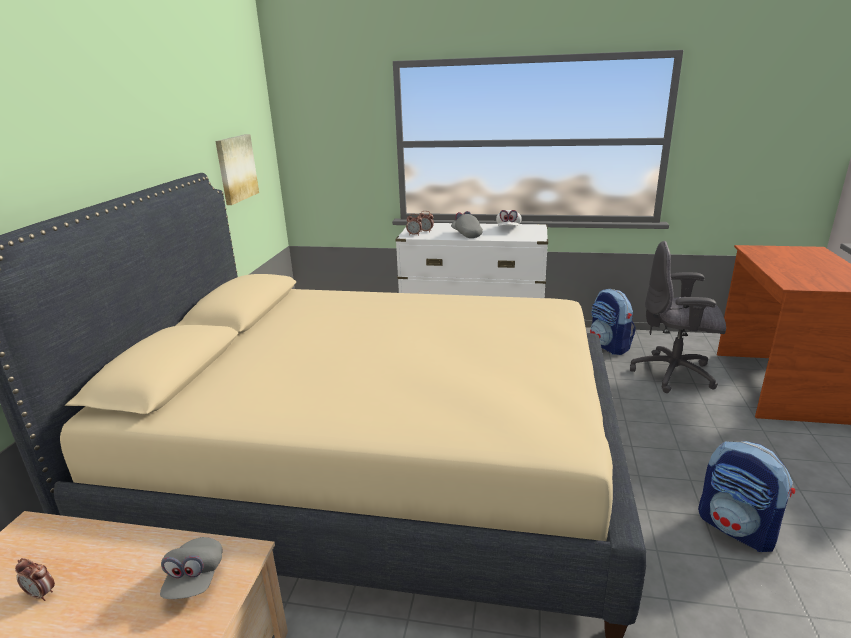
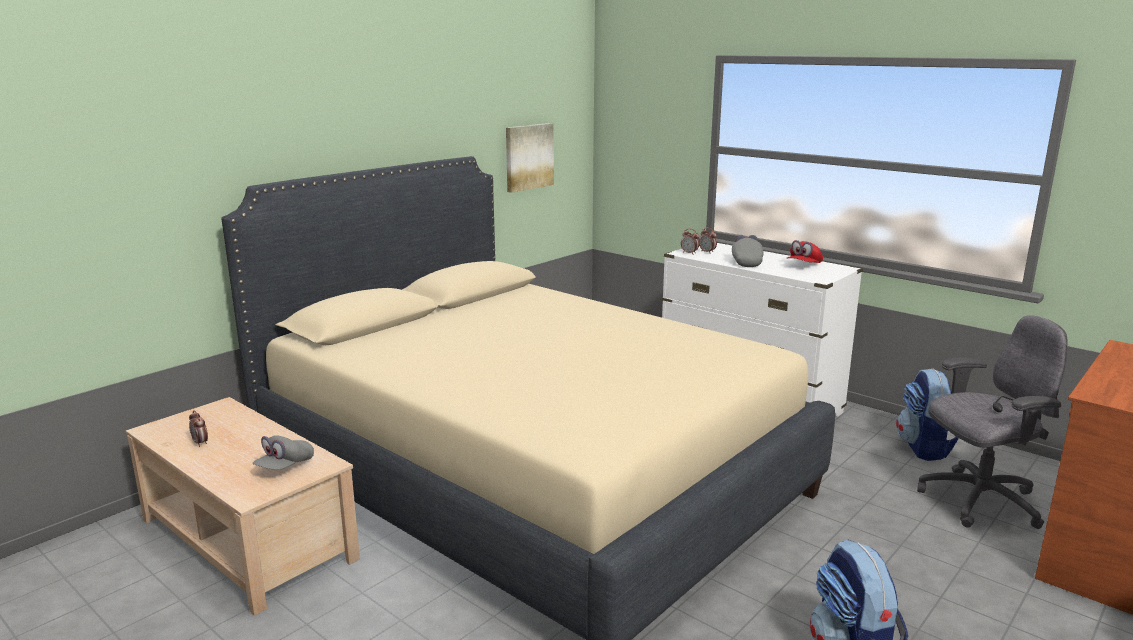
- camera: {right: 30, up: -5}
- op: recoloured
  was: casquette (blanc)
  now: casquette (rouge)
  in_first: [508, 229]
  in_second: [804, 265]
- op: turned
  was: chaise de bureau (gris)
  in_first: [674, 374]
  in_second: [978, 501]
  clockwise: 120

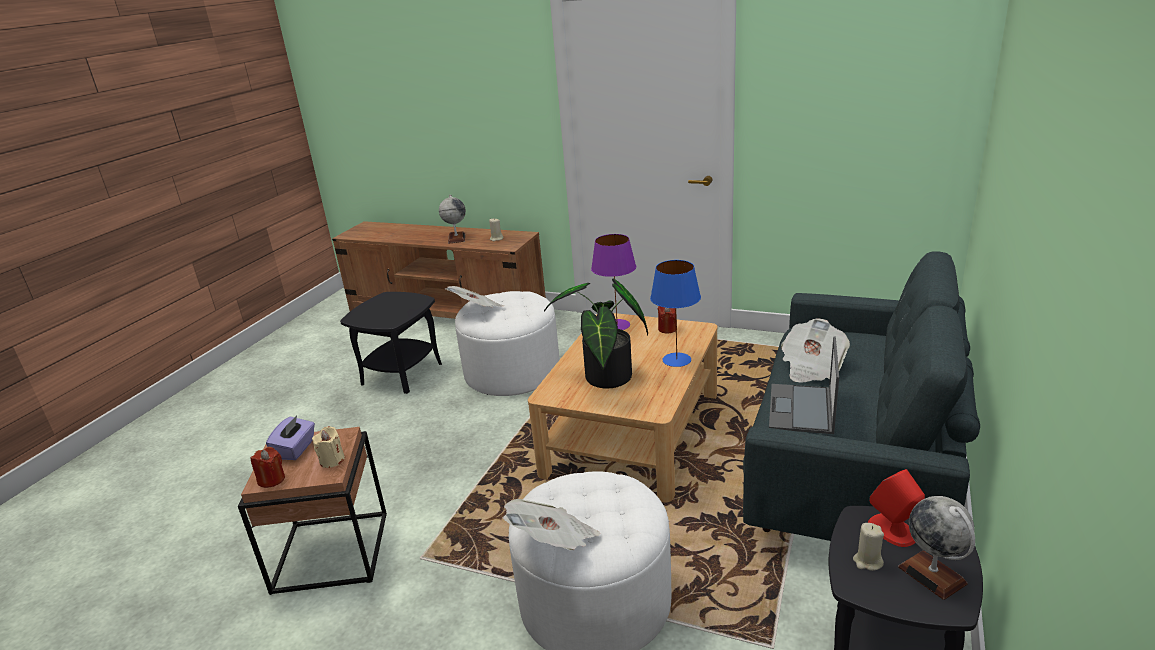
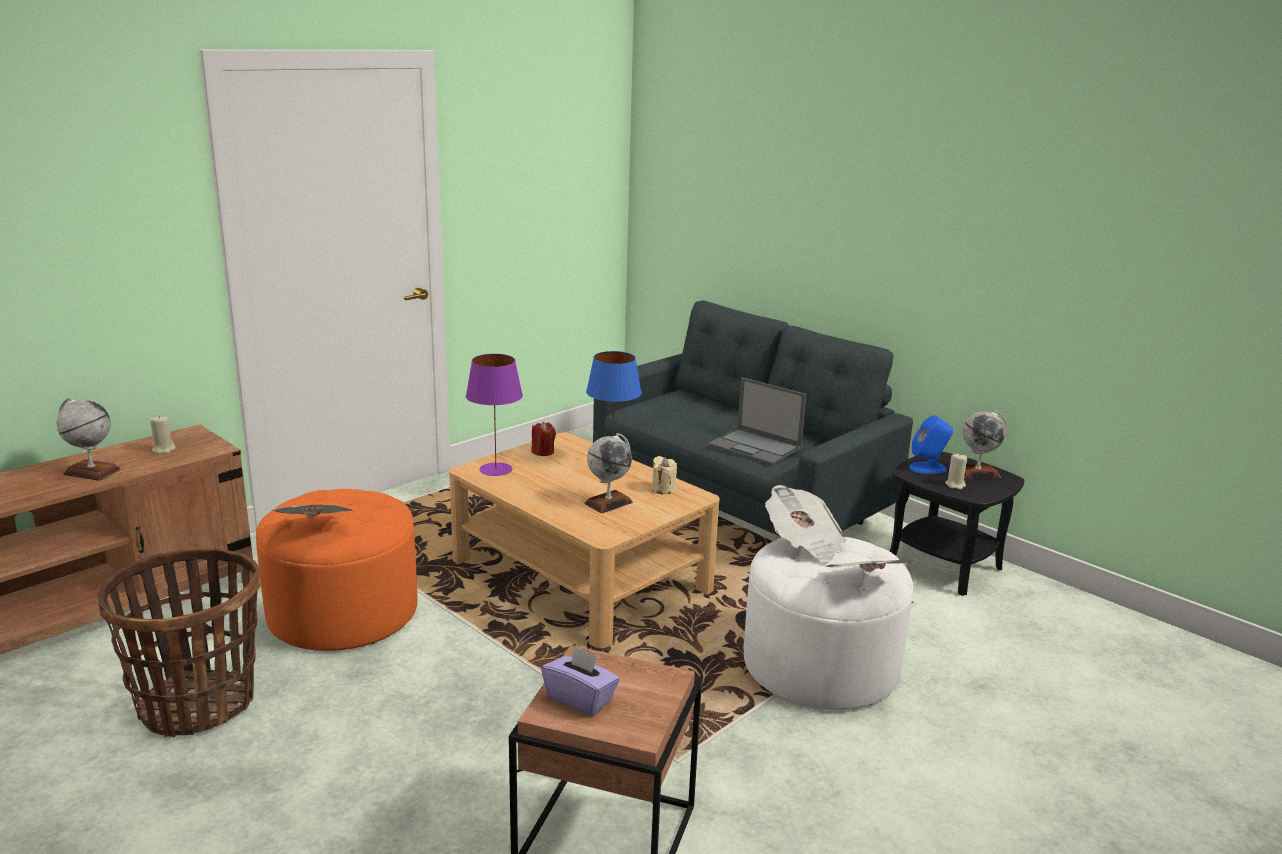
- camera: {right: -70, up: -5}
- op: removed
  was: bougie (rouge)
  in_first: [272, 480]
- op: moved
  was: bougie (beige)
  in_first: [332, 460]
  in_second: [663, 489]
- op: moved
  was: journal
  in_first: [811, 367]
  in_second: [804, 543]
- op: replaced
  was: table d'appoint (noir)
  now: panier
  in_first: [402, 374]
  in_second: [197, 704]
- op: replaced
  was: plante en pot
  now: globe
  in_first: [605, 380]
  in_second: [608, 503]
- op: recoloured
  was: pouf (blanc)
  now: pouf (orange)
  in_first: [512, 372]
  in_second: [343, 612]
- op: recoloured
  was: enceinte (rouge)
  now: enceinte (bleu)
  in_first: [893, 530]
  in_second: [928, 468]

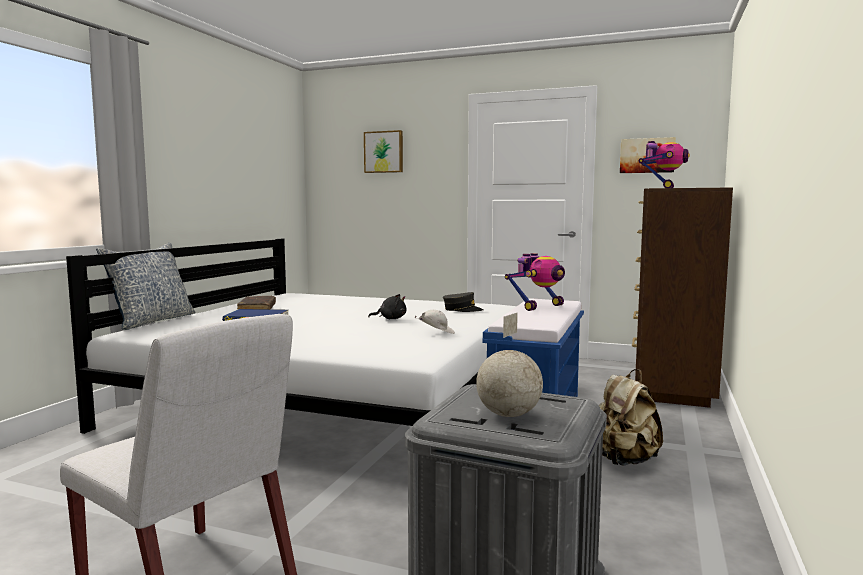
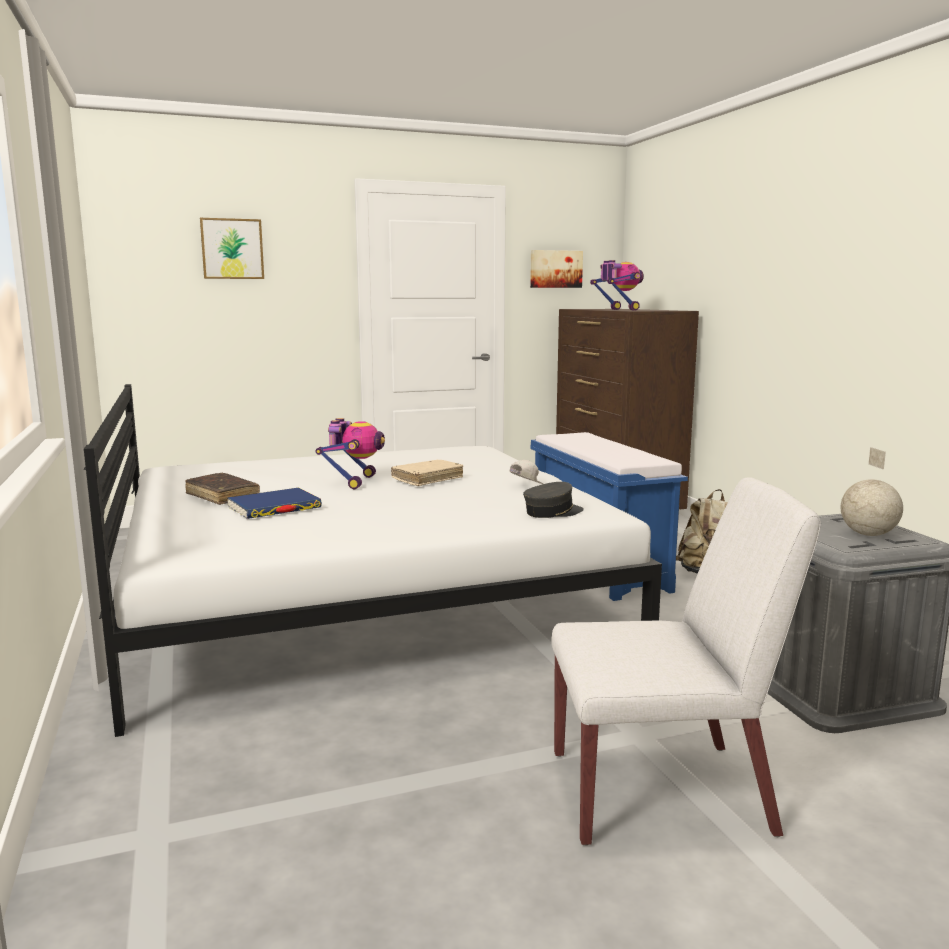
- camera: {right: -40, up: 5}
- op: removed
  was: coussin
  in_first: [152, 321]
- op: moved
  was: casquette (gris)
  in_first: [462, 309]
  in_second: [552, 512]
- op: moved
  was: robot jouet
  in_first: [538, 307]
  in_second: [354, 482]
- op: replaced
  was: peluche (noir)
  now: livre (beige)
  in_first: [390, 319]
  in_second: [427, 479]

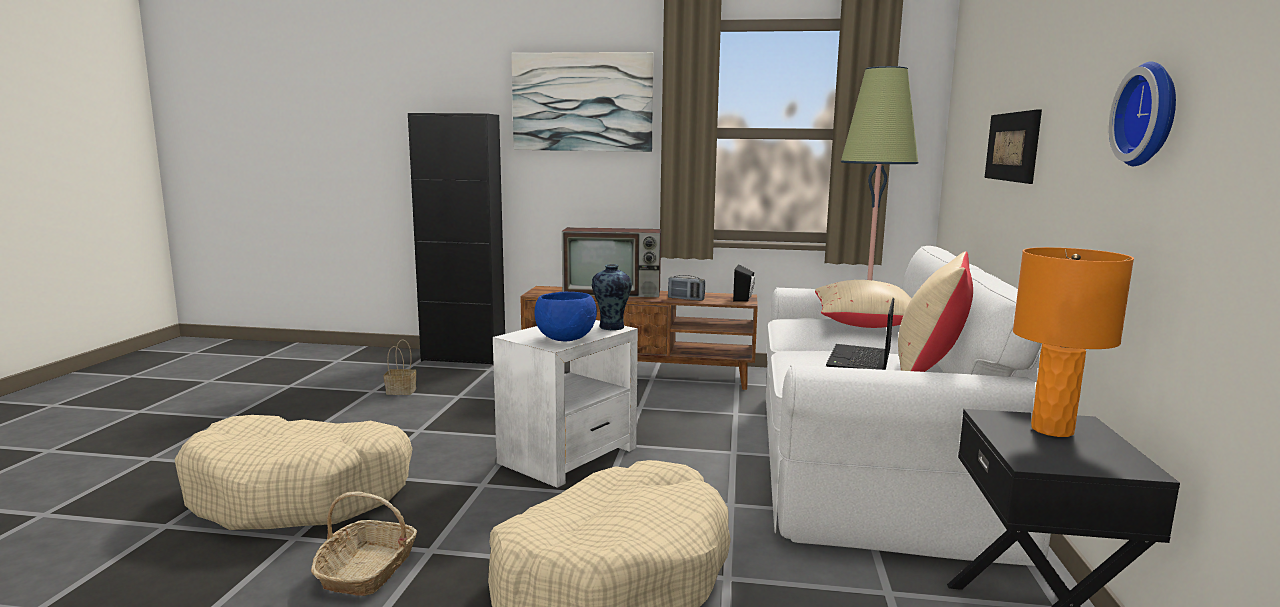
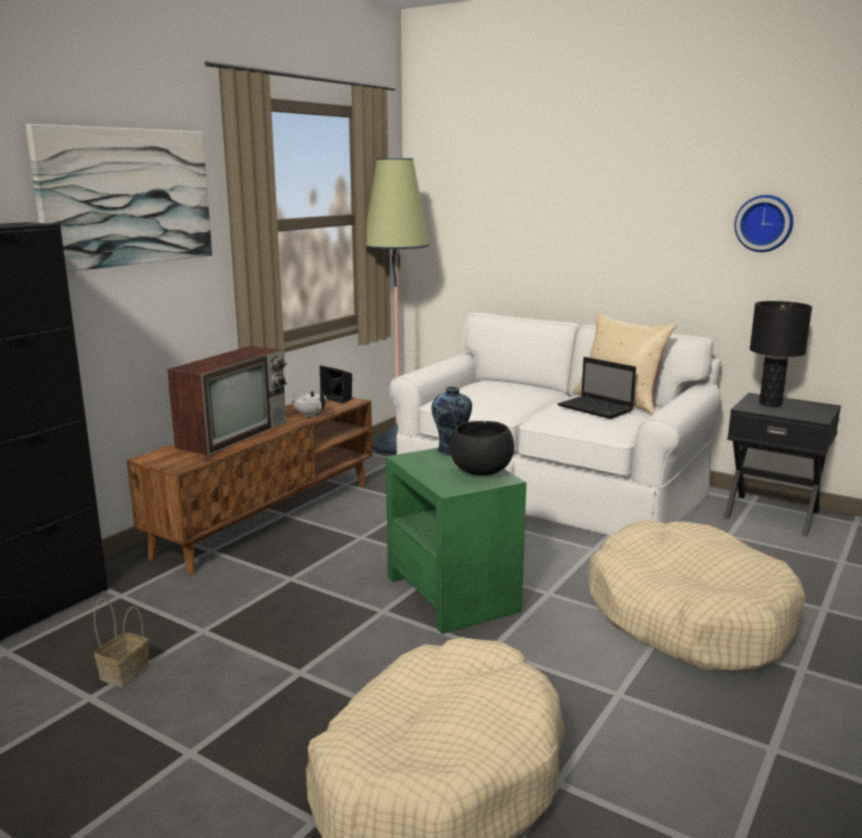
- camera: {right: -65, up: 5}
- op: removed
  was: panier
  in_first: [367, 570]
- op: removed
  was: coussin (beige)
  in_first: [866, 325]
- op: removed
  was: tableau
  in_first: [1012, 146]
- op: replaced
  was: radio
  now: théière (blanc)
  in_first: [686, 299]
  in_second: [309, 415]
- op: recoloured
  was: table d'appoint (blanc)
  now: table d'appoint (vert)
  in_first: [569, 455]
  in_second: [452, 593]
- op: recoloured
  was: bol (bleu)
  now: bol (noir)
  in_first: [566, 339]
  in_second: [481, 472]
- op: recoloured
  was: lampe de table (orange)
  now: lampe de table (noir)
  in_first: [1051, 429]
  in_second: [770, 404]

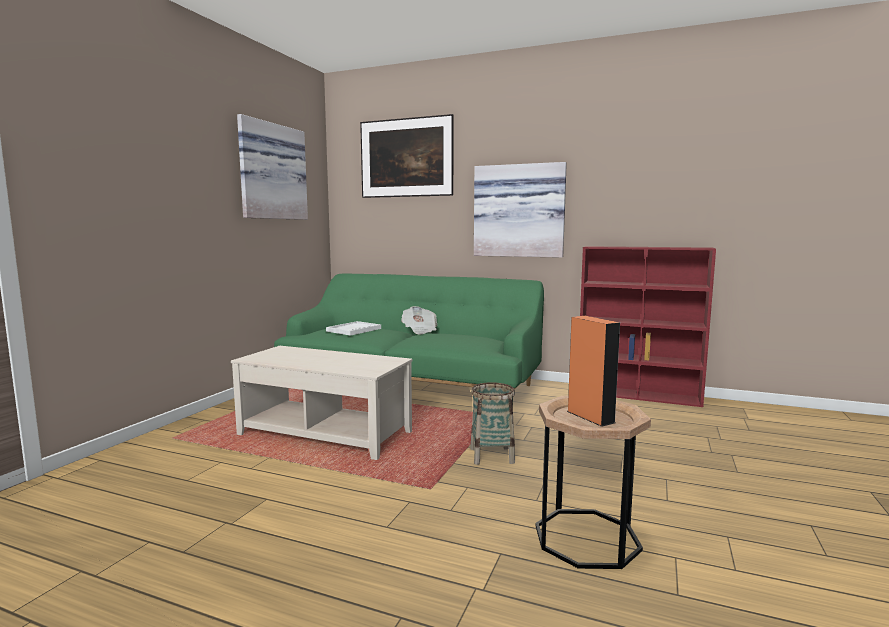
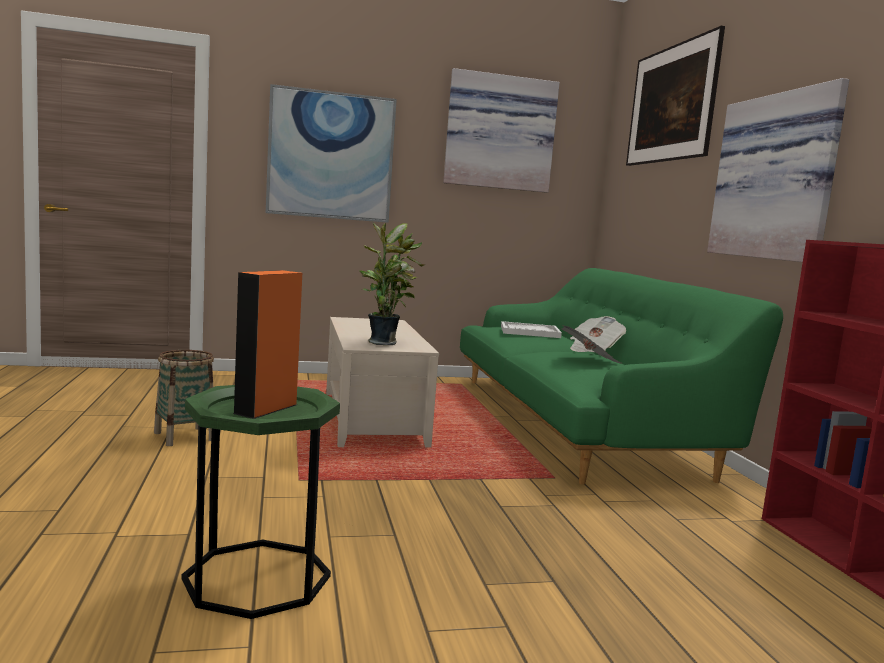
- camera: {right: 55, up: 0}
- op: added
  now: tableau
  in_second: [331, 156]
- op: added
  now: plante en pot
  in_second: [384, 343]
- op: added
  now: journal
  in_second: [589, 361]
- op: moved
  was: panier
  in_first: [492, 455]
  in_second: [184, 436]
- op: recoloured
  was: table d'appoint (marron)
  now: table d'appoint (vert)
  in_first: [586, 538]
  in_second: [257, 577]

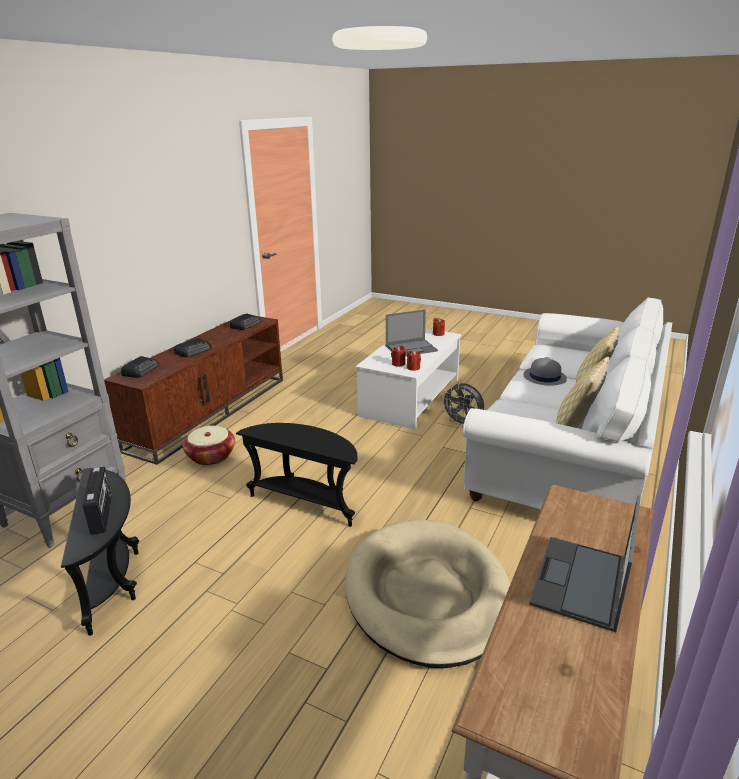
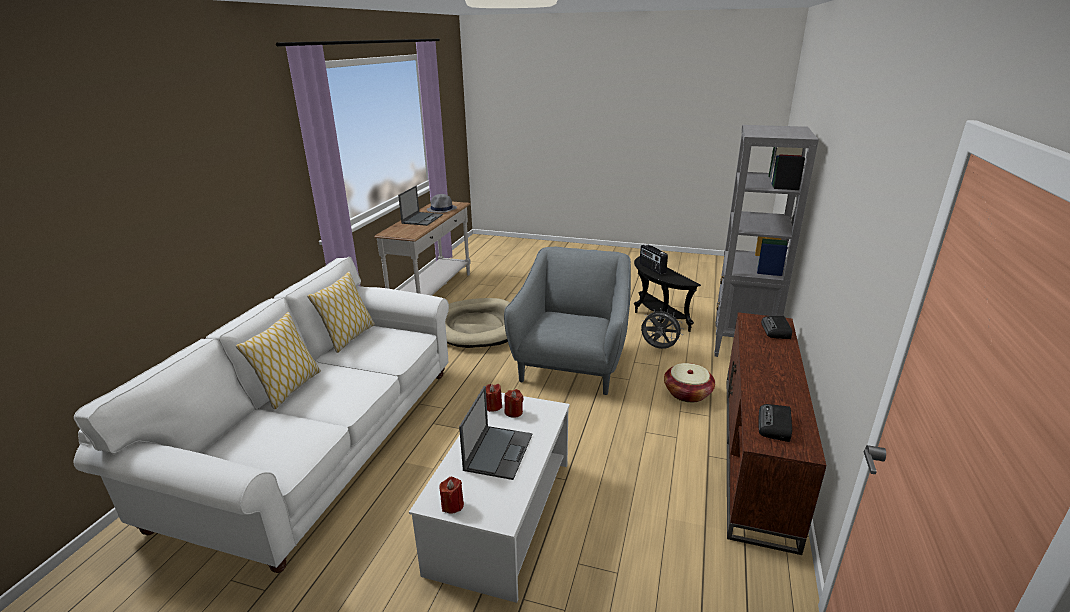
- camera: {right: 170, up: 0}
- op: removed
  was: radio
  in_first: [193, 351]
- op: moved
  was: ventilateur (gris)
  in_first: [462, 423]
  in_second: [658, 348]
- op: moved
  was: chapeau (gris)
  in_first: [544, 377]
  in_second: [442, 209]
- op: replaced
  was: table d'appoint (noir)
  now: fauteuil (gris)
  in_first: [306, 502]
  in_second: [572, 364]
- op: turned
  was: ordinateur portable
  in_first: [411, 348]
  in_second: [498, 451]
  clockwise: 135

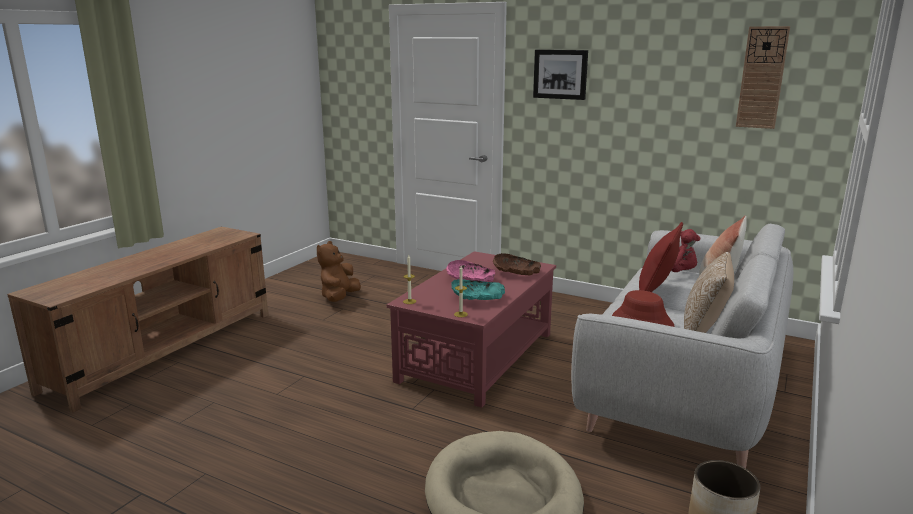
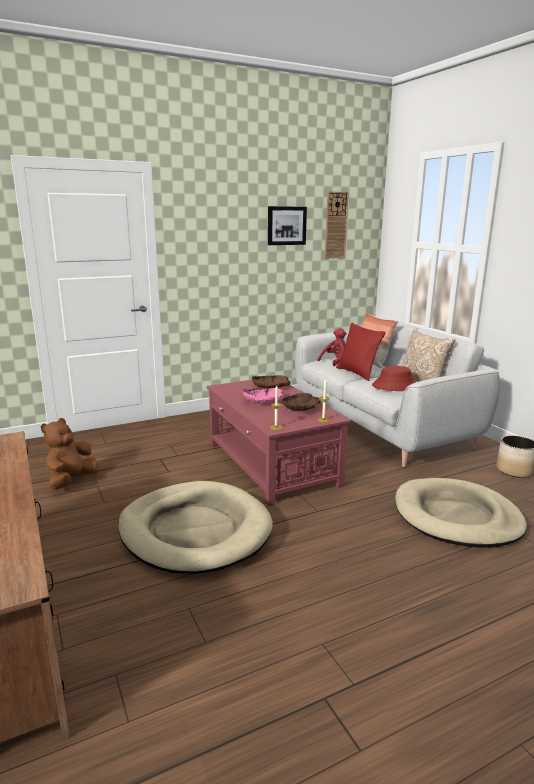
- camera: {right: -55, up: 0}
- op: added
  now: panier pour chien (beige)
  in_second: [195, 531]
- op: moved
  was: tableau
  in_first: [560, 74]
  in_second: [286, 225]
- op: recoloured
  was: bol (turquoise)
  now: bol (marron)
  in_first: [477, 298]
  in_second: [301, 408]
- op: turned
  was: peluche (marron)
  in_first: [339, 297]
  in_second: [71, 481]
  clockwise: 60

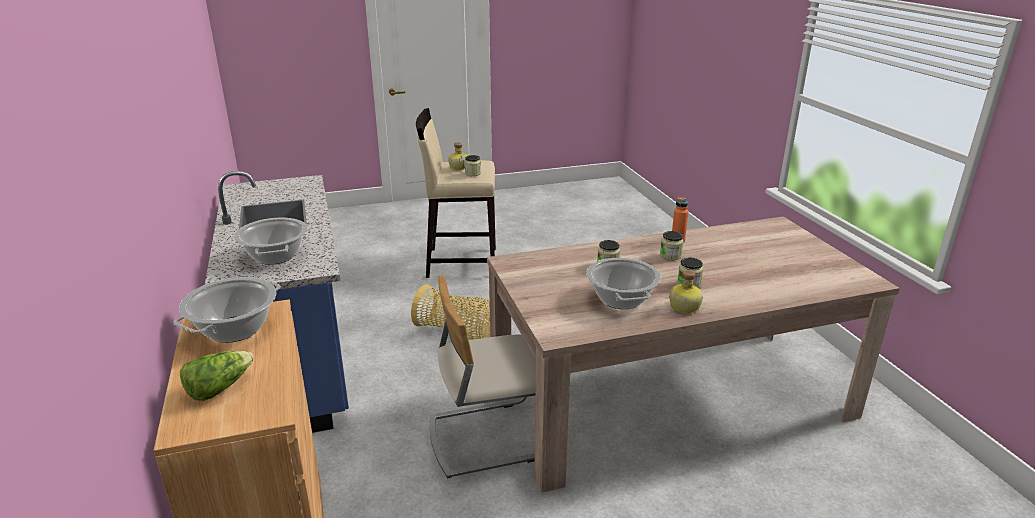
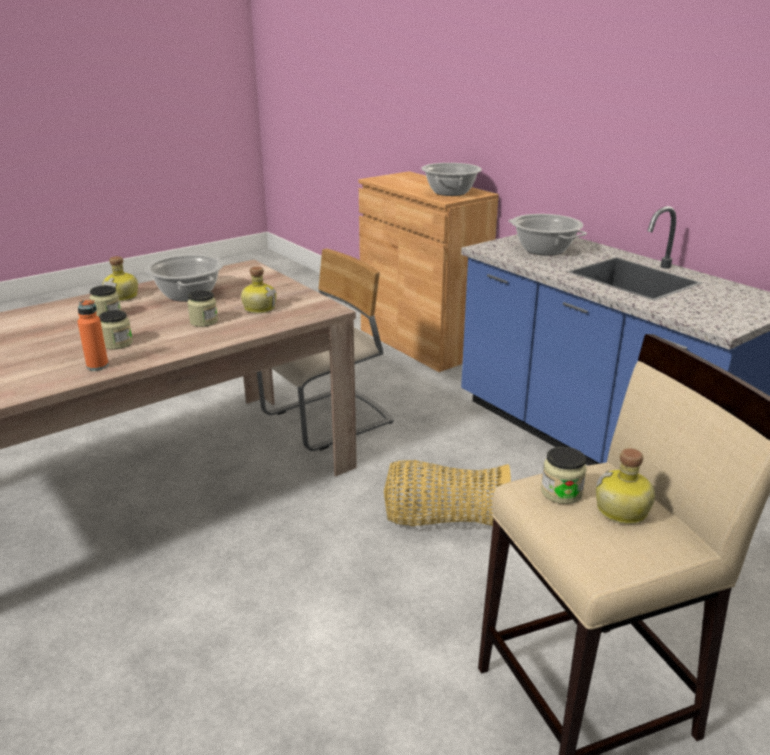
- camera: {right: 160, up: 0}
- op: removed
  was: laitue
  in_first: [219, 388]
- op: added
  now: bouteille
  in_second: [259, 308]

